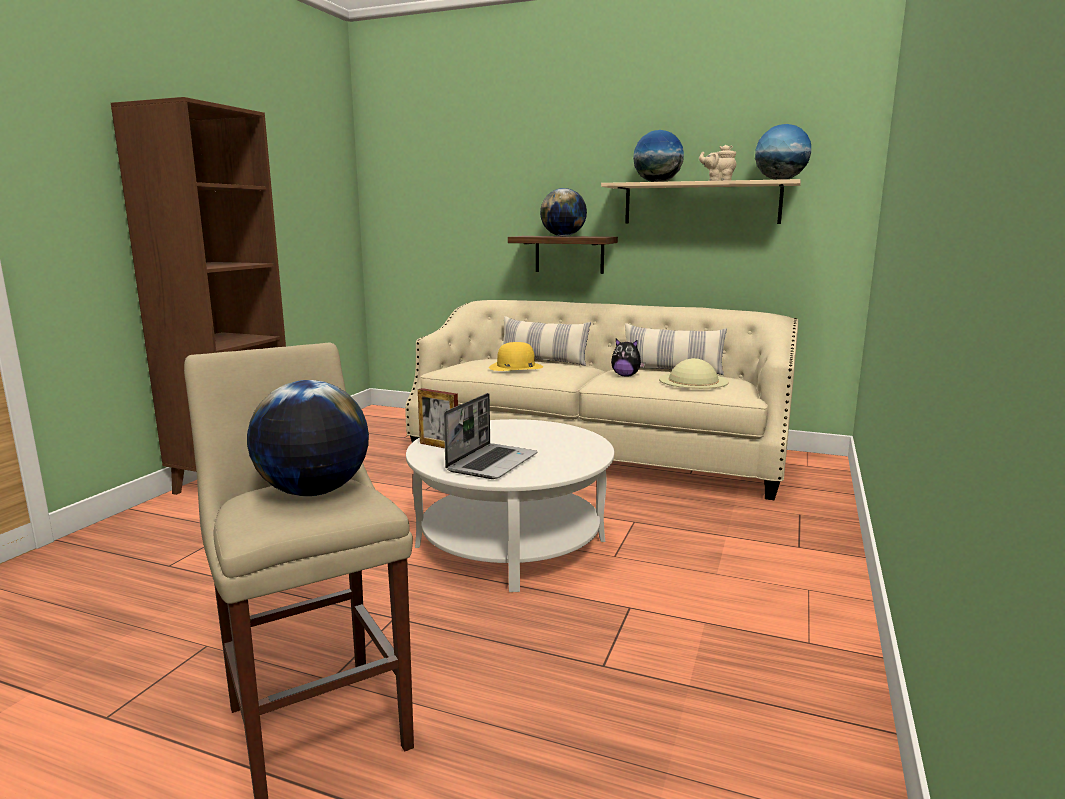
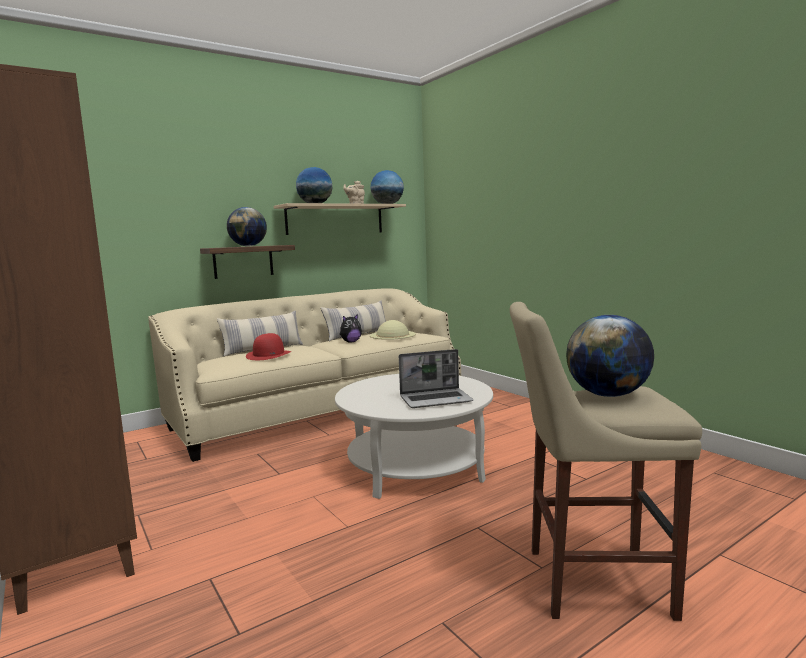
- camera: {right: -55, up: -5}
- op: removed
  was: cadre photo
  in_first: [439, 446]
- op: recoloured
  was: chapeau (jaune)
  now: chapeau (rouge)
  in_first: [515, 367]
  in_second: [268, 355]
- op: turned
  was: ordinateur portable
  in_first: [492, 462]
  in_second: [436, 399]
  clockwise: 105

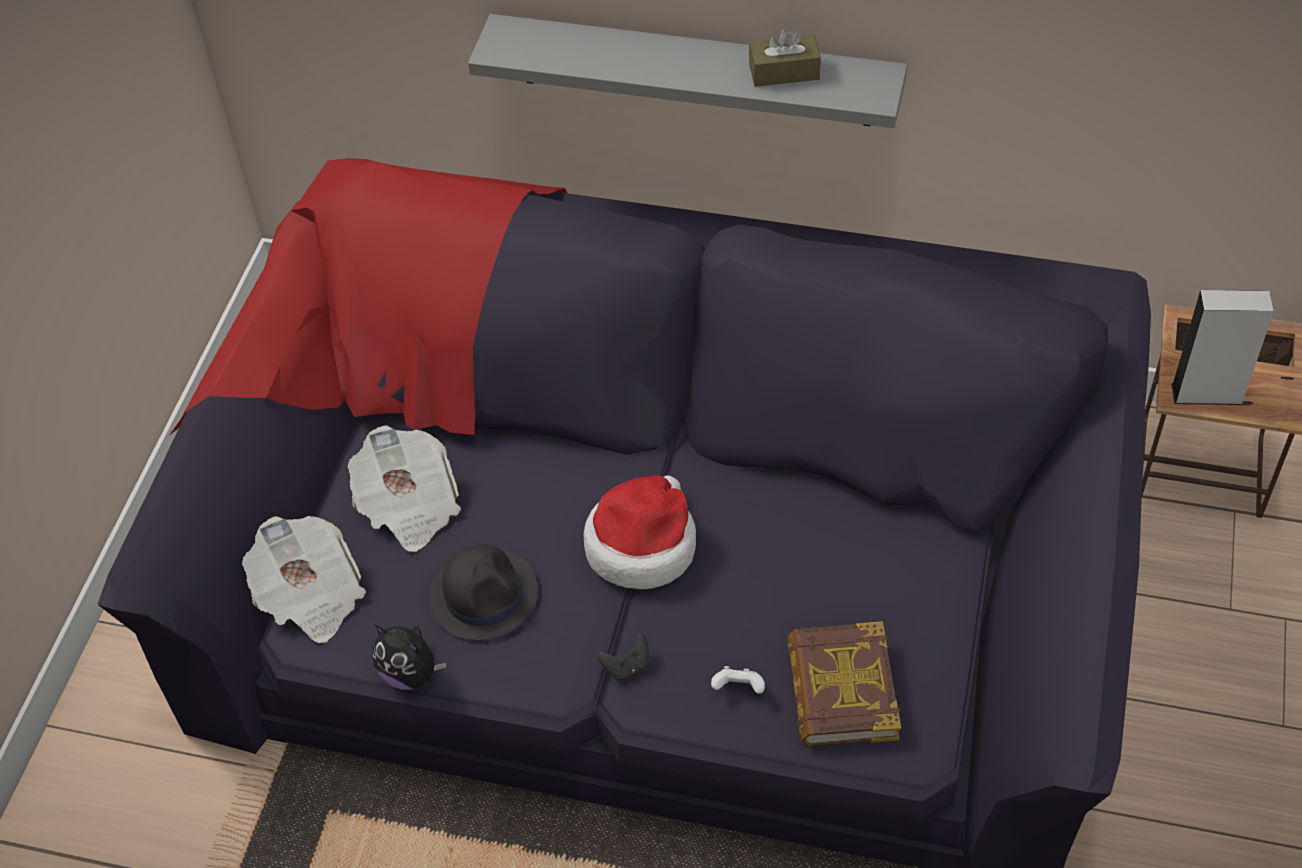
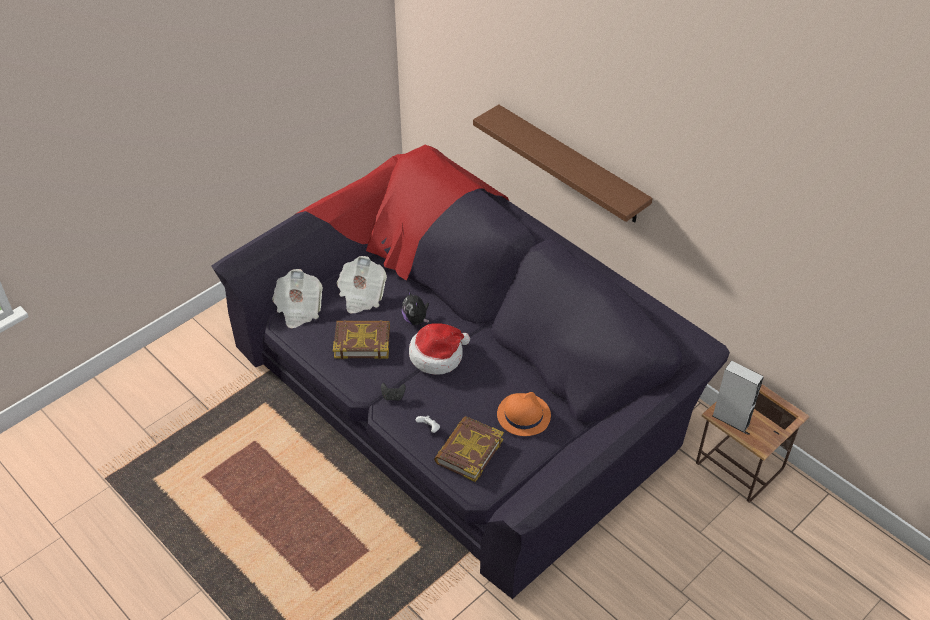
- camera: {right: 30, up: -5}
- op: removed
  was: boîte à mouchoirs (marron)
  in_first: [784, 72]
- op: added
  now: chapeau (orange)
  in_second: [523, 415]
- op: moved
  was: peluche
  in_first: [411, 673]
  in_second: [416, 320]
- op: replaced
  was: chapeau (noir)
  now: livre
  in_first: [484, 594]
  in_second: [362, 342]
- op: recoloured
  was: étagère (gris)
  now: étagère (marron)
  in_first: [695, 70]
  in_second: [570, 164]

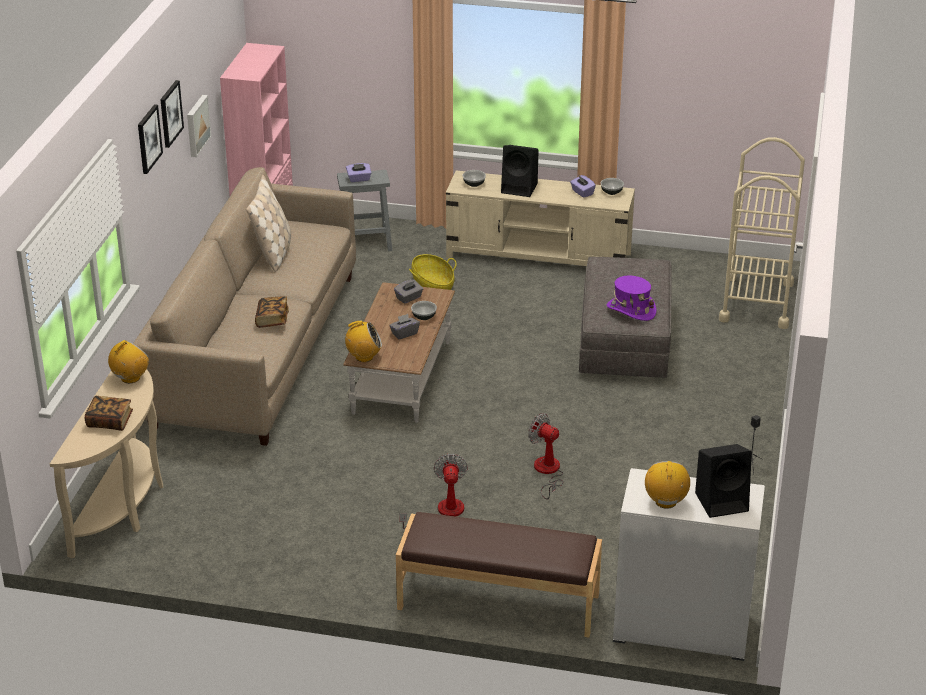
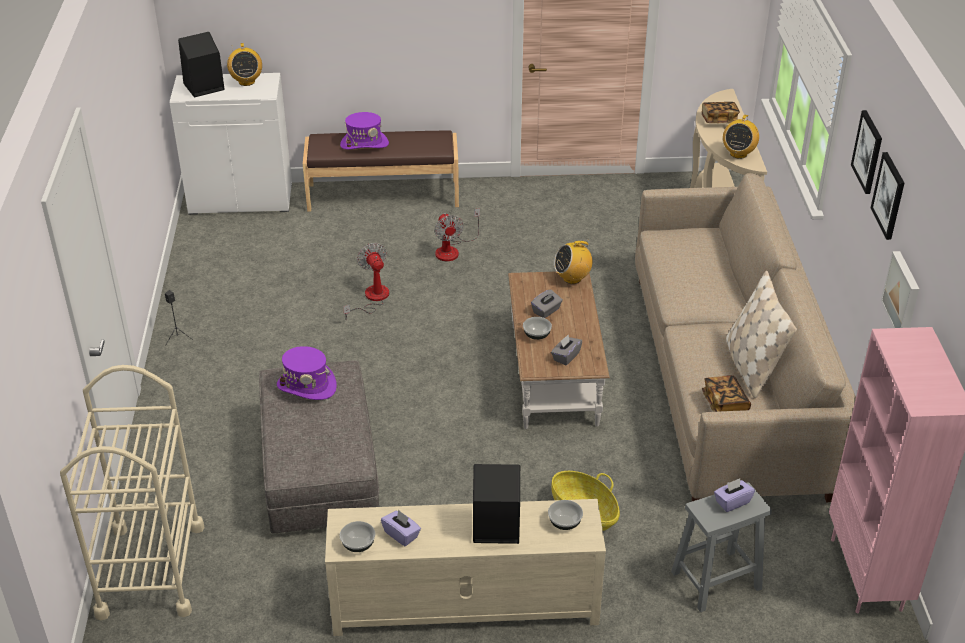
- camera: {right: 165, up: 5}
- op: added
  now: chapeau (violet)
  in_second: [364, 144]
- op: moved
  was: livre
  in_first: [272, 320]
  in_second: [724, 403]
- op: turned
  was: ventilateur
  in_first: [547, 472]
  in_second: [372, 298]
  clockwise: -135

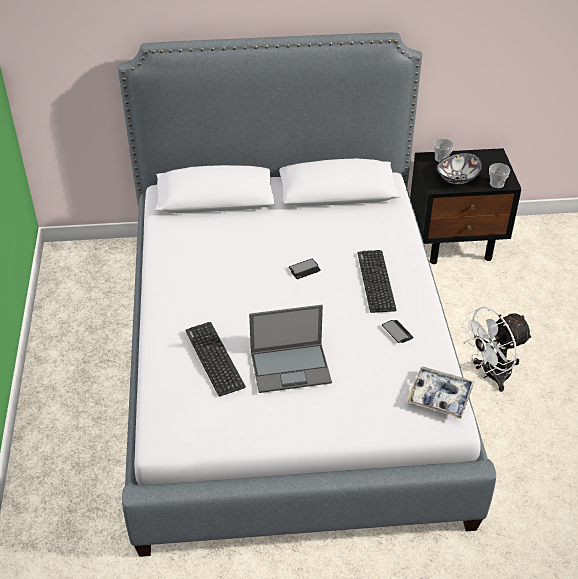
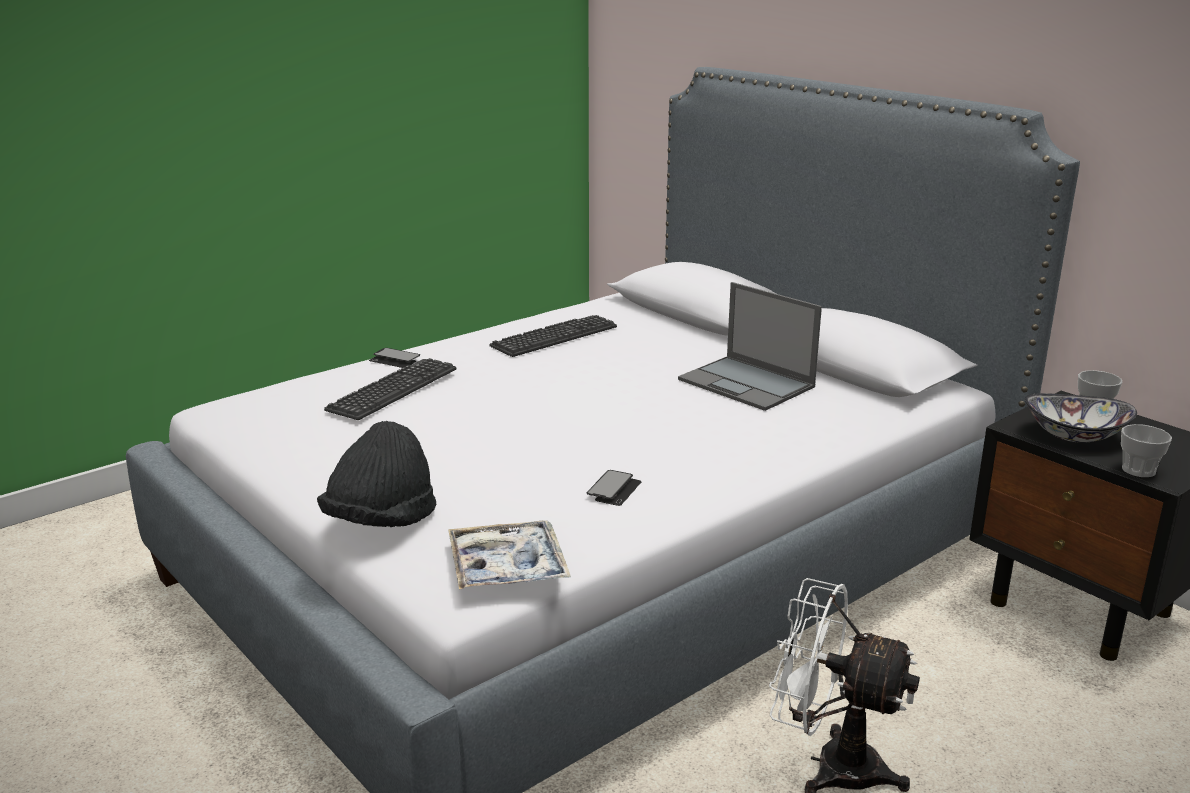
- camera: {right: 55, up: -20}
- op: added
  now: chapeau (noir)
  in_second: [381, 522]
- op: moved
  was: ordinateur portable
  in_first: [291, 367]
  in_second: [747, 384]
- op: moved
  was: téléphone
  in_first: [304, 269]
  in_second: [395, 359]
- op: moved
  was: clavier
  in_first: [376, 281]
  in_second: [554, 337]

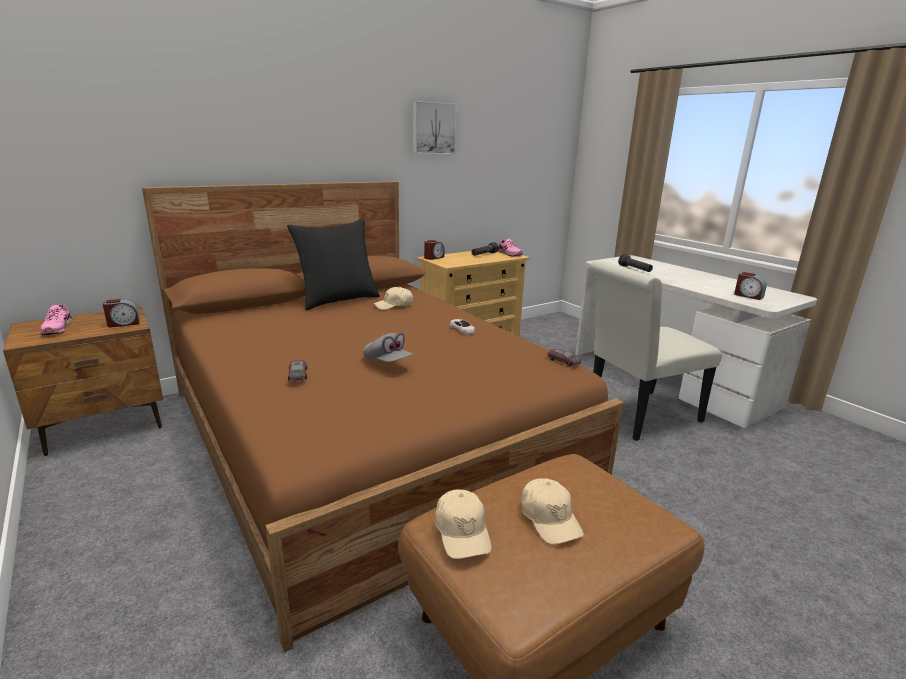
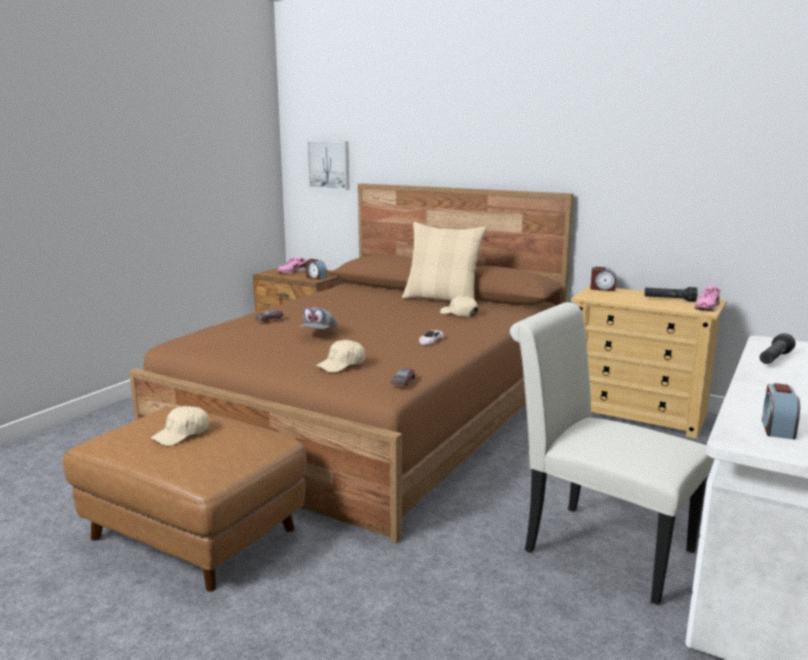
- camera: {right: 65, up: -5}
- op: moved
  was: tableau
  in_first: [433, 128]
  in_second: [329, 165]
- op: moved
  was: casquette (beige)
  in_first: [462, 532]
  in_second: [341, 365]
- op: recoloured
  was: coussin (noir)
  now: coussin (beige)
  in_first: [338, 300]
  in_second: [442, 300]

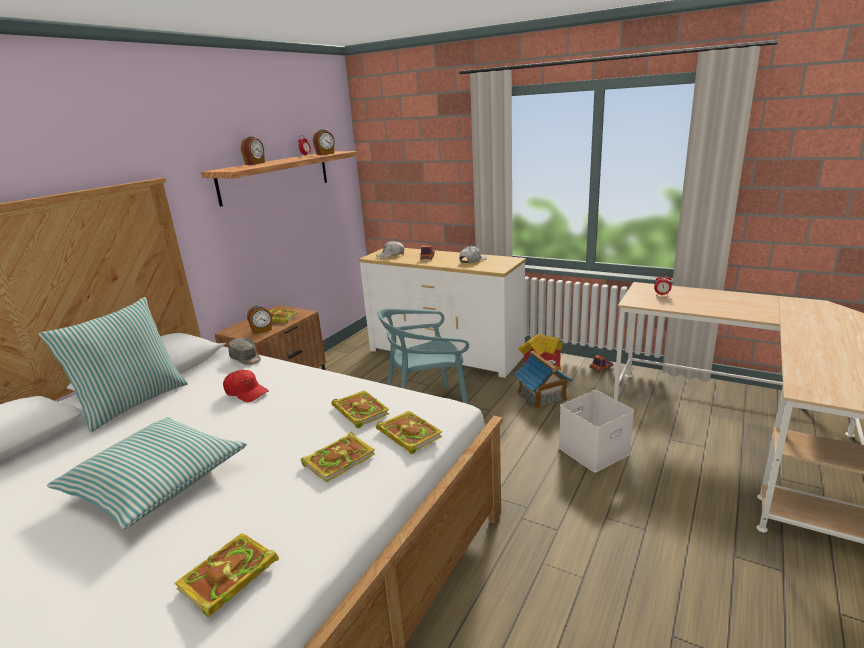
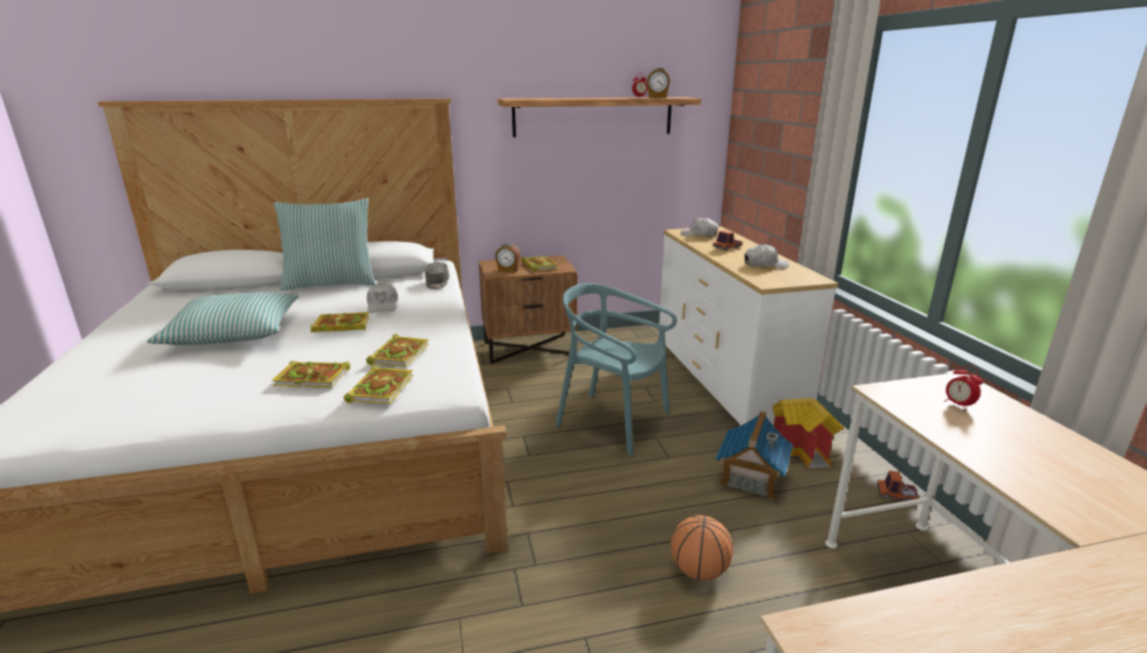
- camera: {right: 45, up: 0}
- op: removed
  was: réveil
  in_first: [255, 163]
- op: moved
  was: livre
  in_first: [227, 578]
  in_second: [340, 326]
- op: replaced
  was: boîte de rangement (blanc)
  now: ballon de basket
  in_first: [593, 452]
  in_second: [699, 571]
- op: recoloured
  was: casquette (rouge)
  now: casquette (blanc)
  in_first: [246, 392]
  in_second: [383, 305]

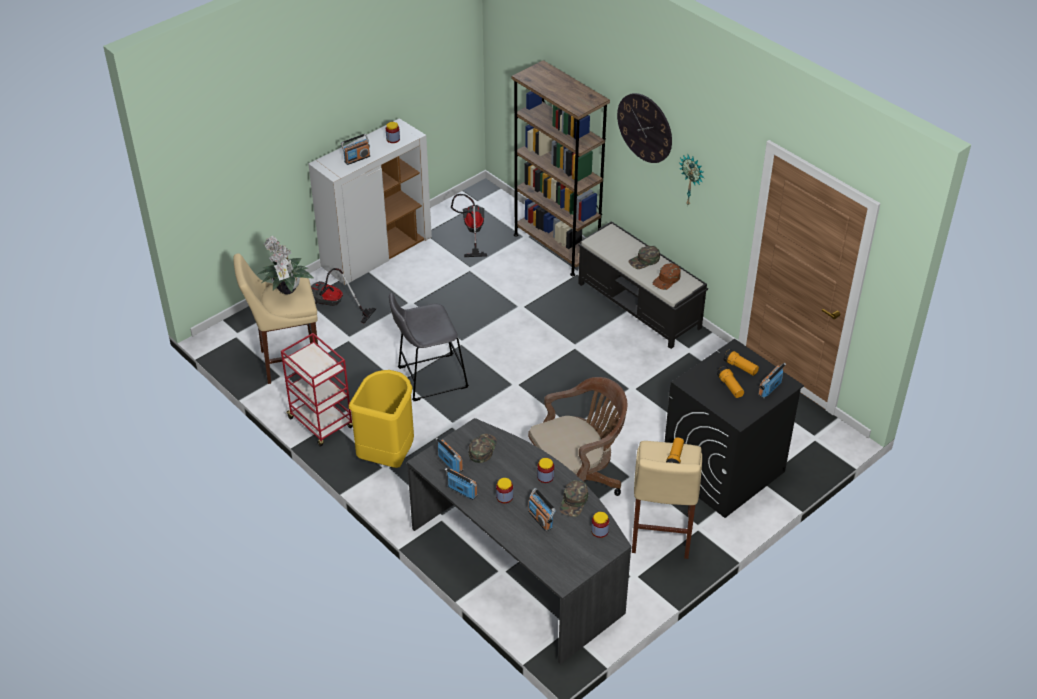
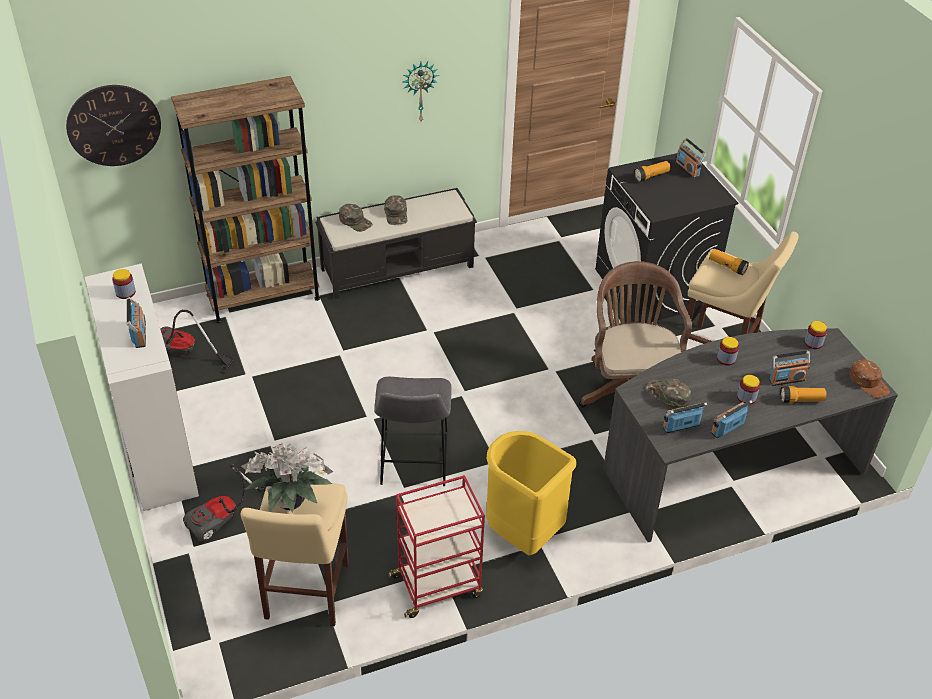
- camera: {right: -70, up: 0}
- op: moved
  was: casquette (vert)
  in_first: [574, 502]
  in_second: [355, 221]
- op: moved
  was: horloge murale
  in_first: [645, 127]
  in_second: [114, 125]
- op: moved
  was: casquette (marron)
  in_first: [667, 280]
  in_second: [869, 382]
- op: moved
  was: lampe de poche
  in_first: [730, 387]
  in_second: [801, 400]

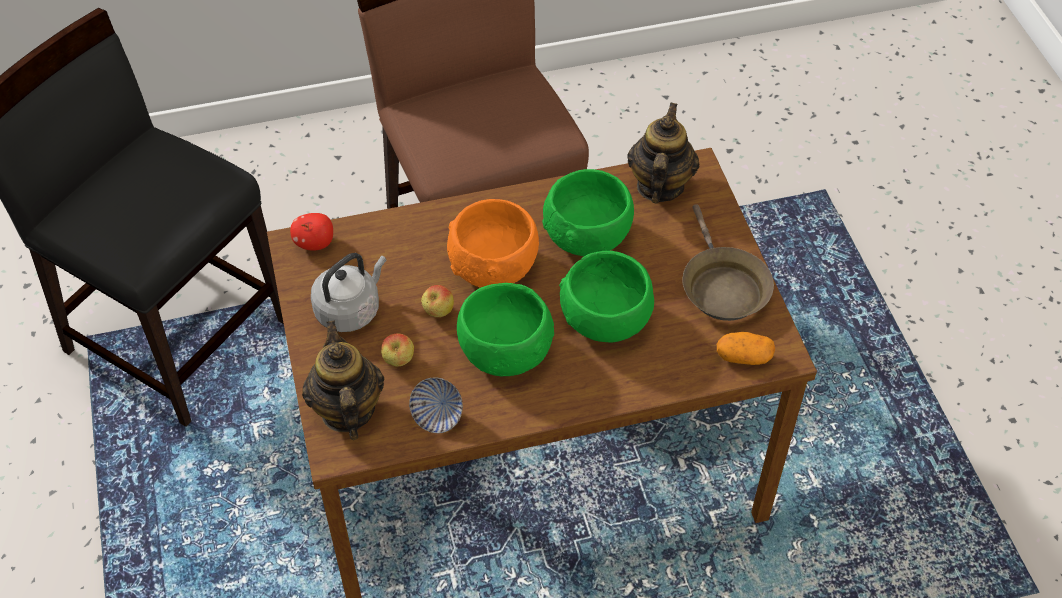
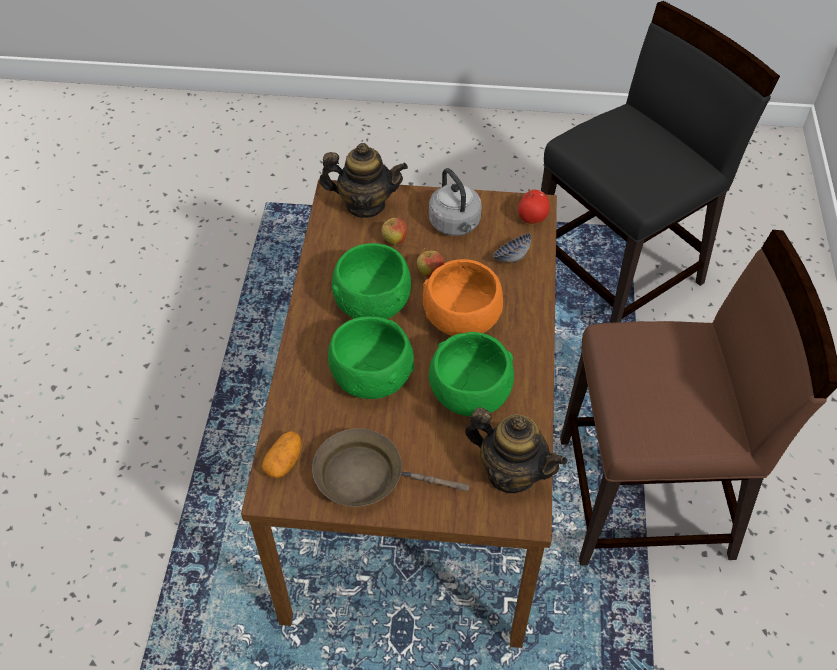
- camera: {right: 110, up: 0}
- op: moved
  was: bol
  in_first: [437, 416]
  in_second: [511, 258]

